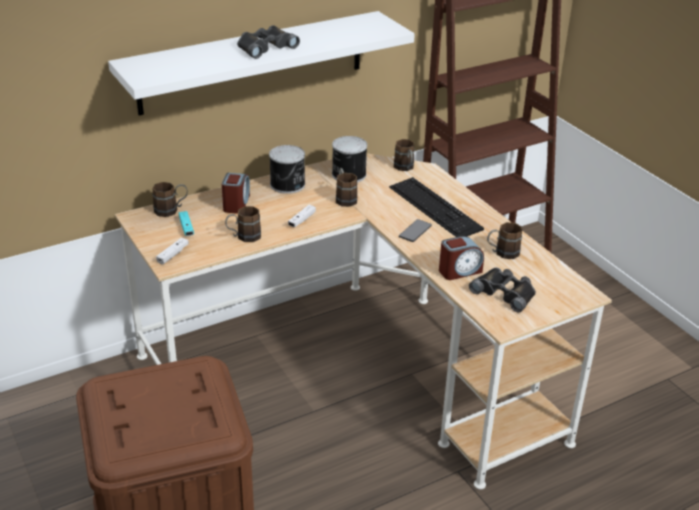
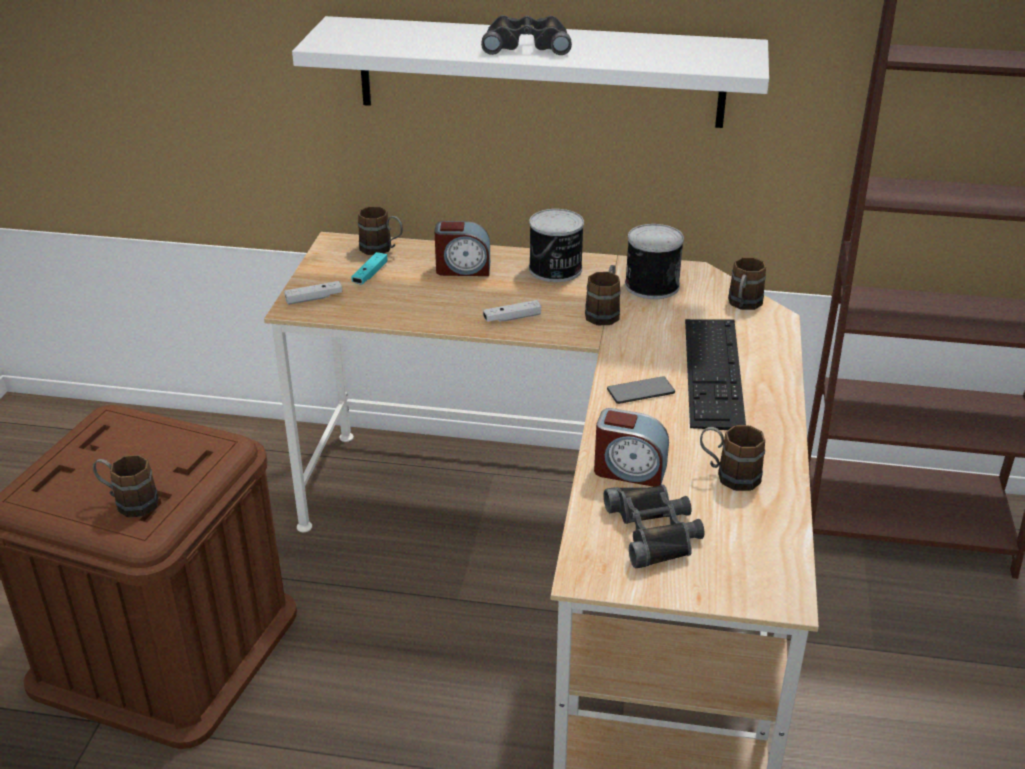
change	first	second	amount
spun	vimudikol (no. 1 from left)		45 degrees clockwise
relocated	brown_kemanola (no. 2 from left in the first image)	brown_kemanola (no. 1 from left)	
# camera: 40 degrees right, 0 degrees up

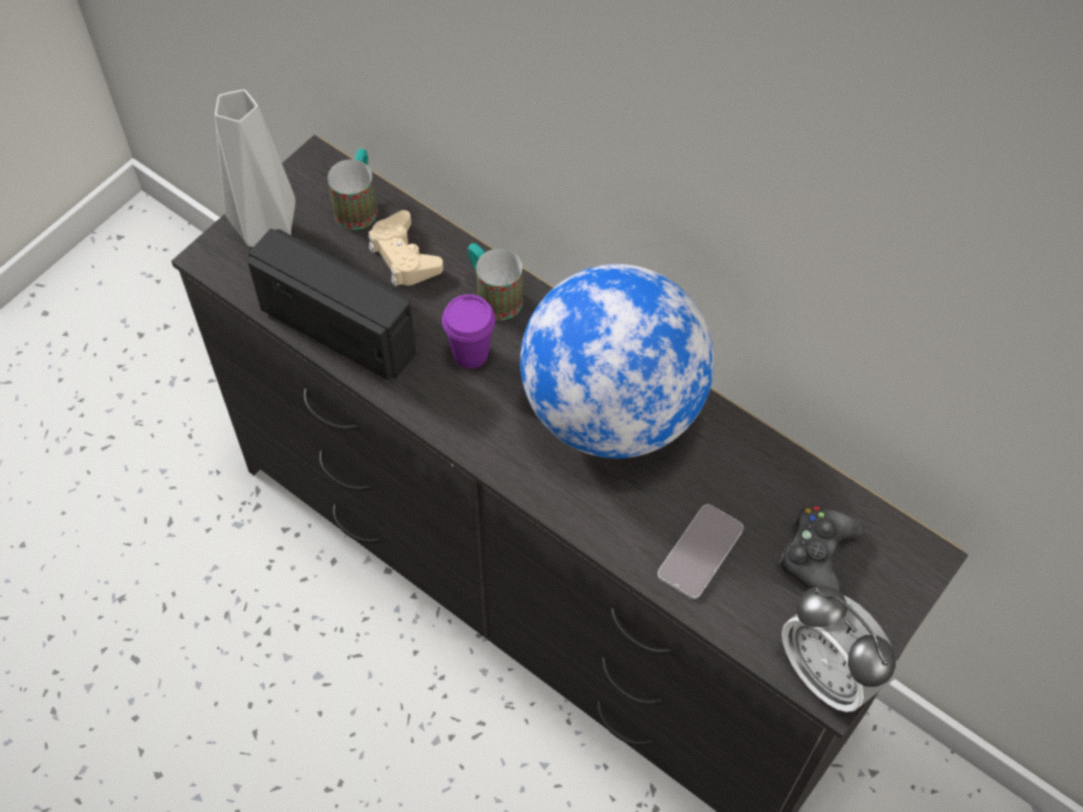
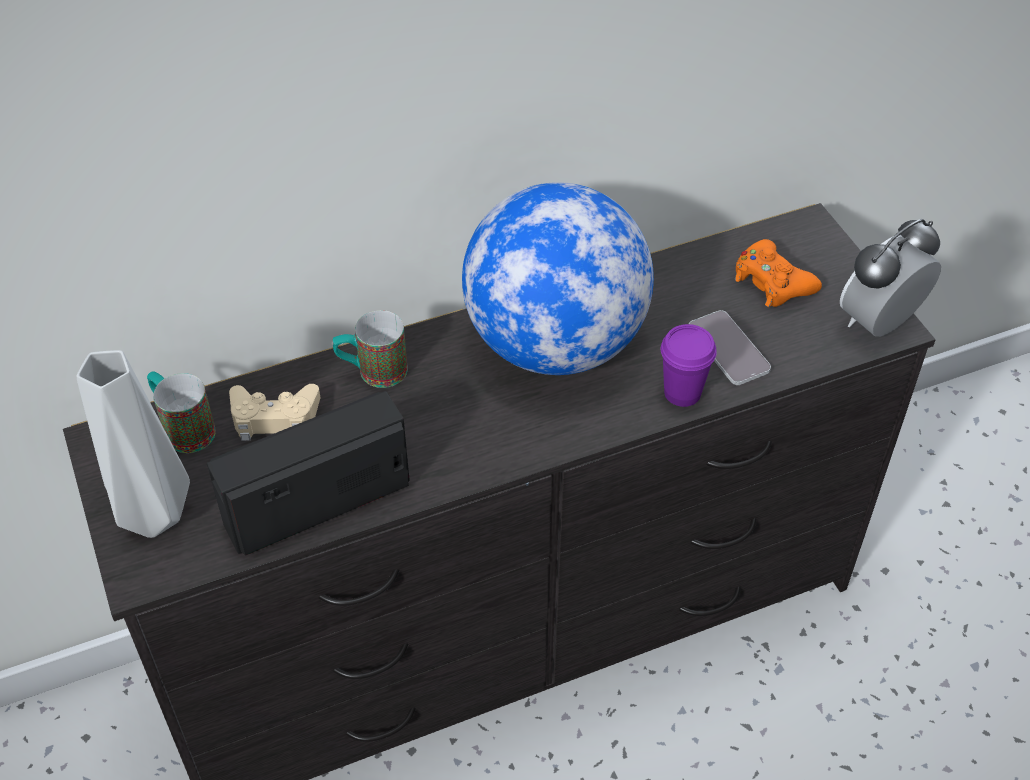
change	first	second	amount
relocated	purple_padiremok		
colour	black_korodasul	orange_korodasul	
spun	vimudikol		150 degrees clockwise
# camera: 60 degrees left, 10 degrees down

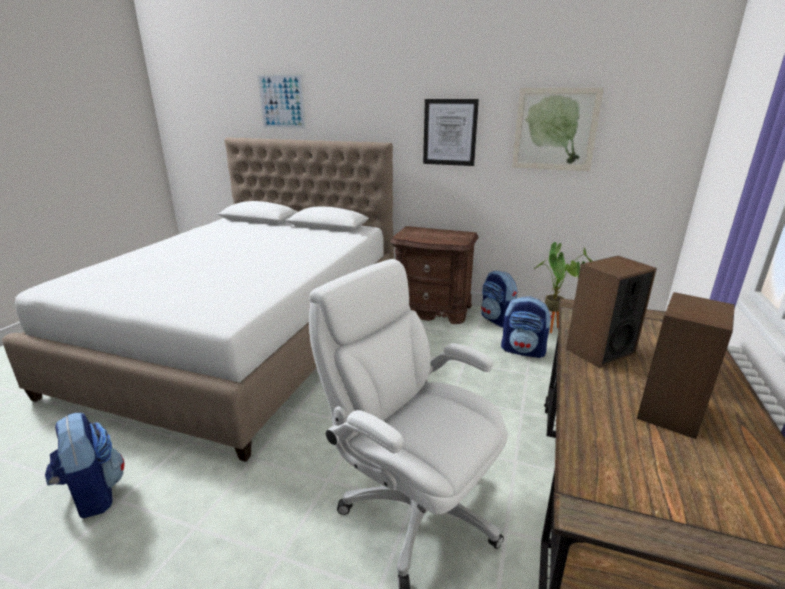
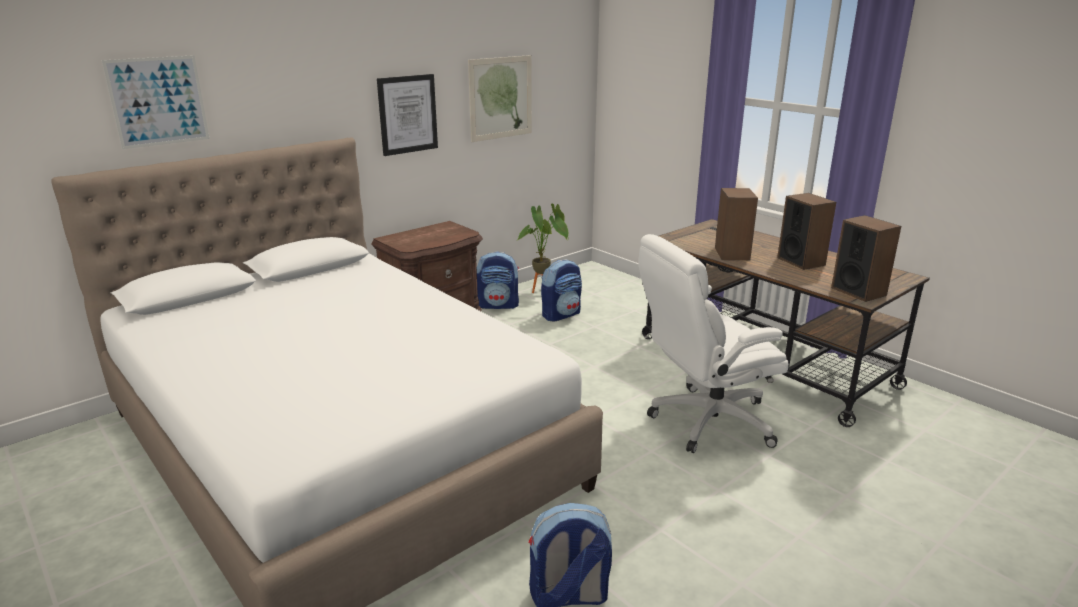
change	first	second	amount
appeared		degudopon (no. 3 from left)	
# camera: 60 degrees left, 0 degrees up

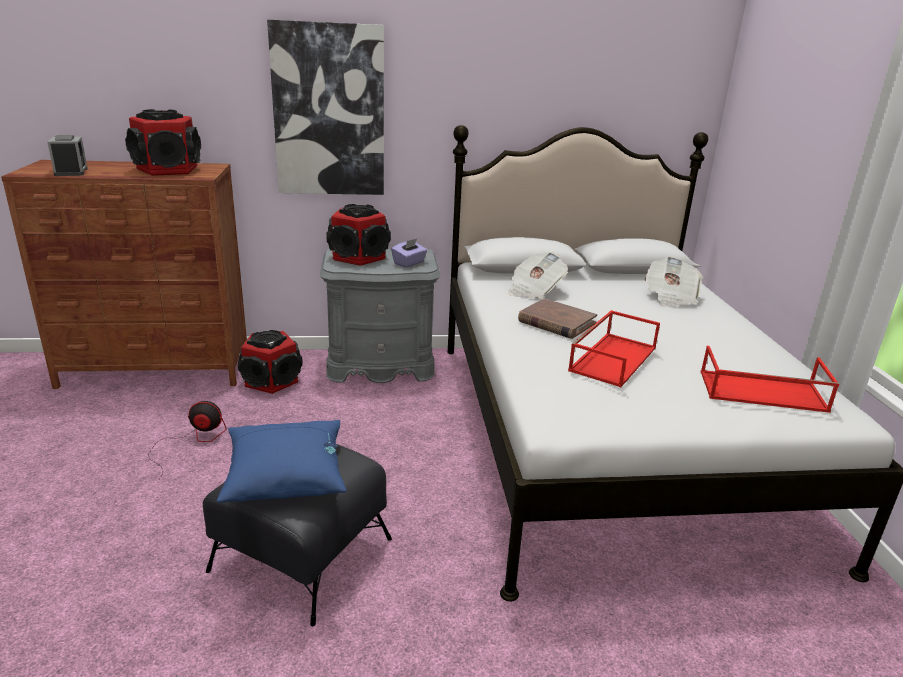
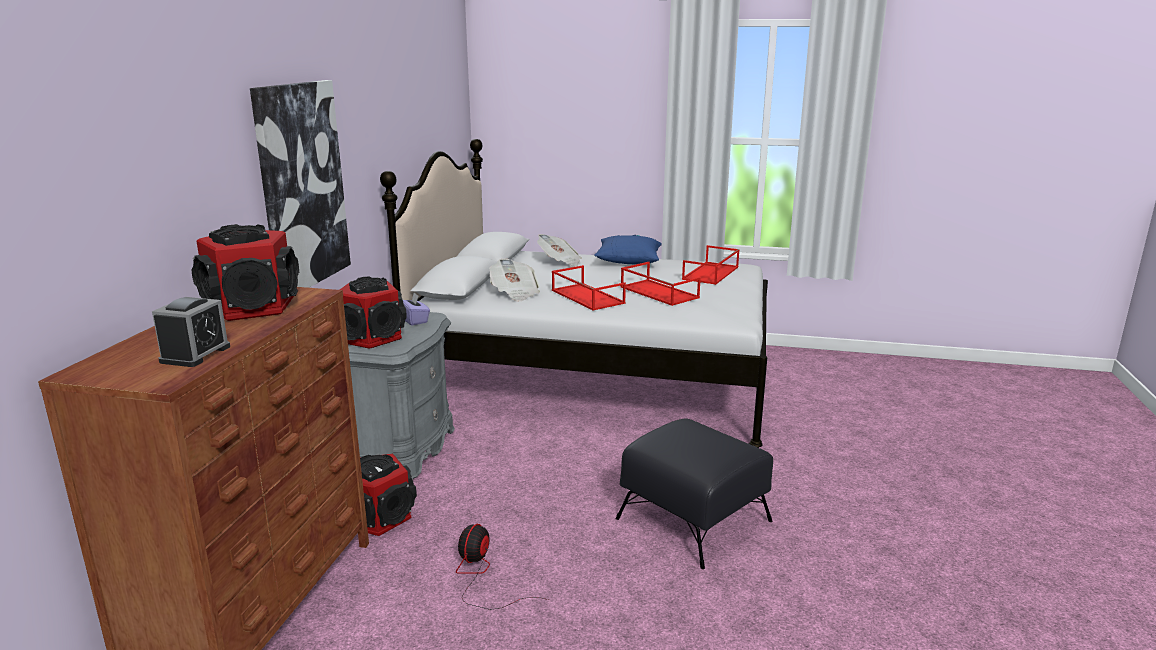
change	first	second	amount
spun	vimudikol		105 degrees clockwise
exchanged	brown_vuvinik	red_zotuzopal (no. 1 from left)	
relocated	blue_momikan		
# camera: 70 degrees left, 5 degrees down

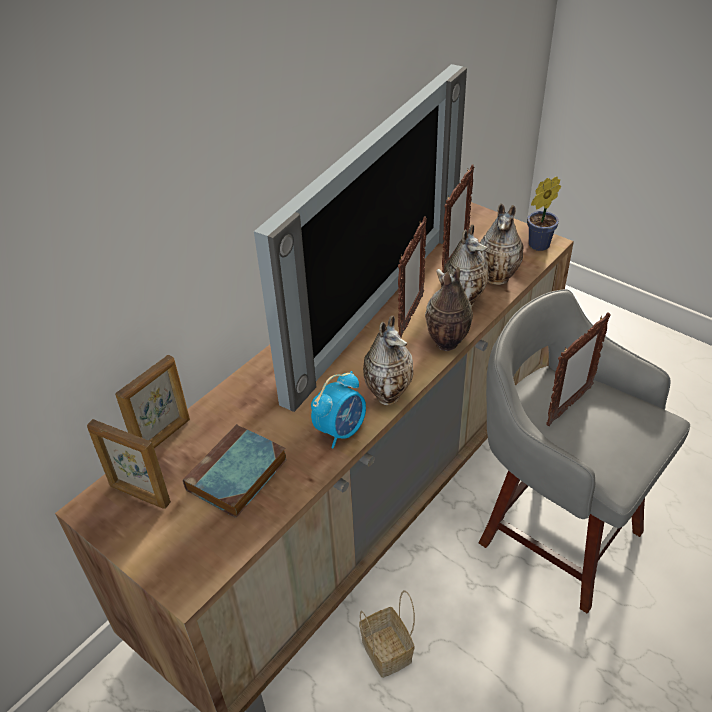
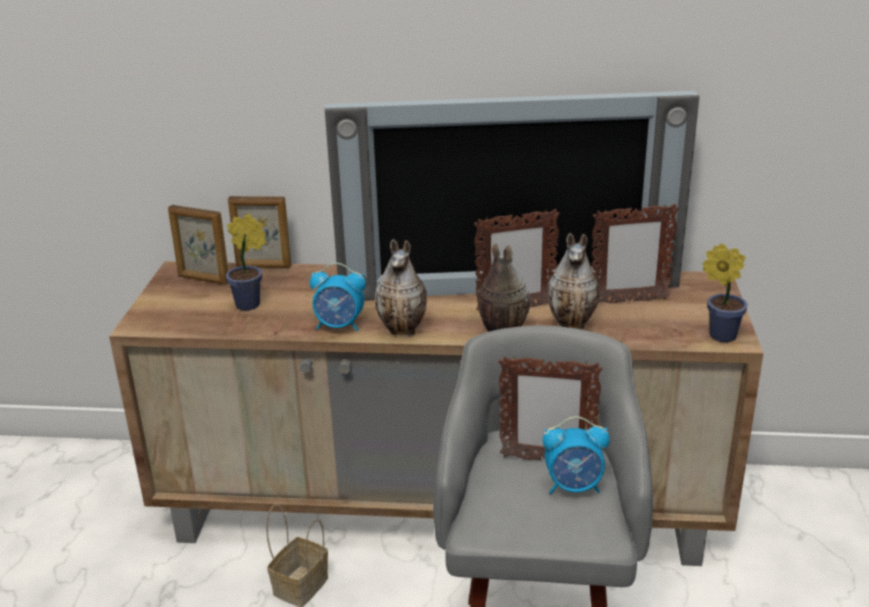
change	first	second	amount
missing	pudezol (no. 4 from left)		
spun	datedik (no. 1 from left)		60 degrees counterclockwise
exchanged	vuvinik	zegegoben (no. 1 from left)	
appeared		vimudikol (no. 2 from left)	
# camera: 55 degrees right, 15 degrees down

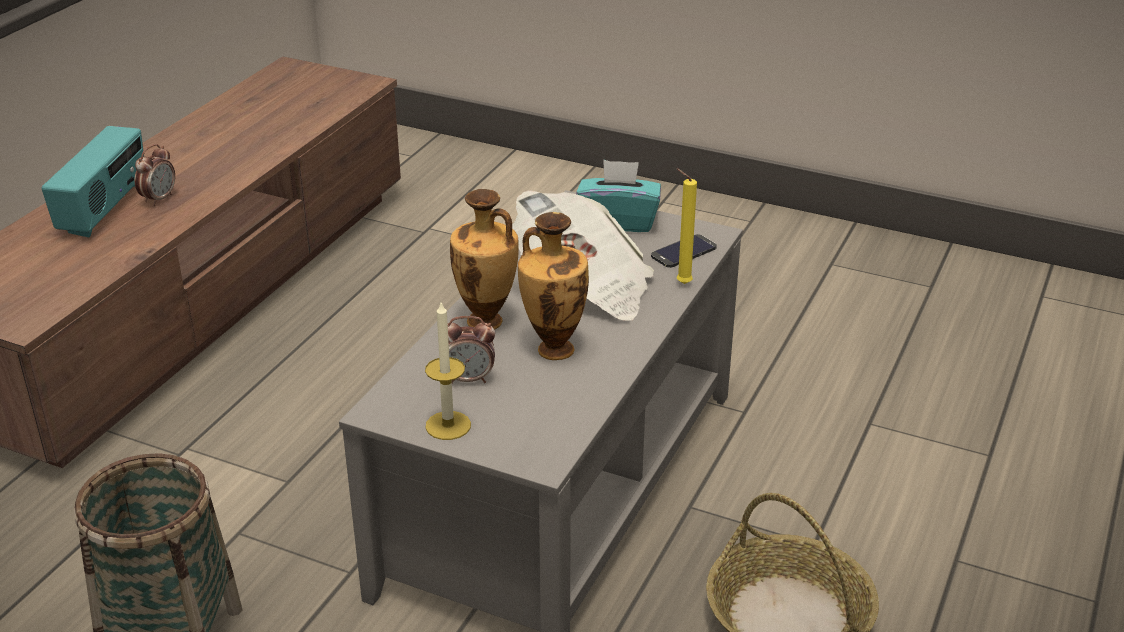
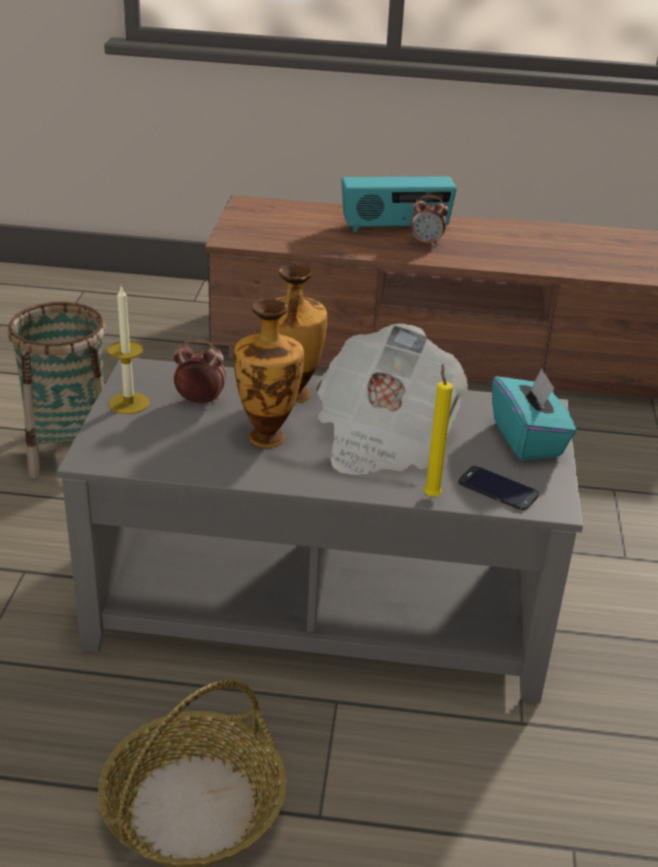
change	first	second	amount
spun	vimudikol (no. 2 from left in the first image)	vimudikol (no. 1 from left)	120 degrees clockwise
# camera: 70 degrees right, 0 degrees up

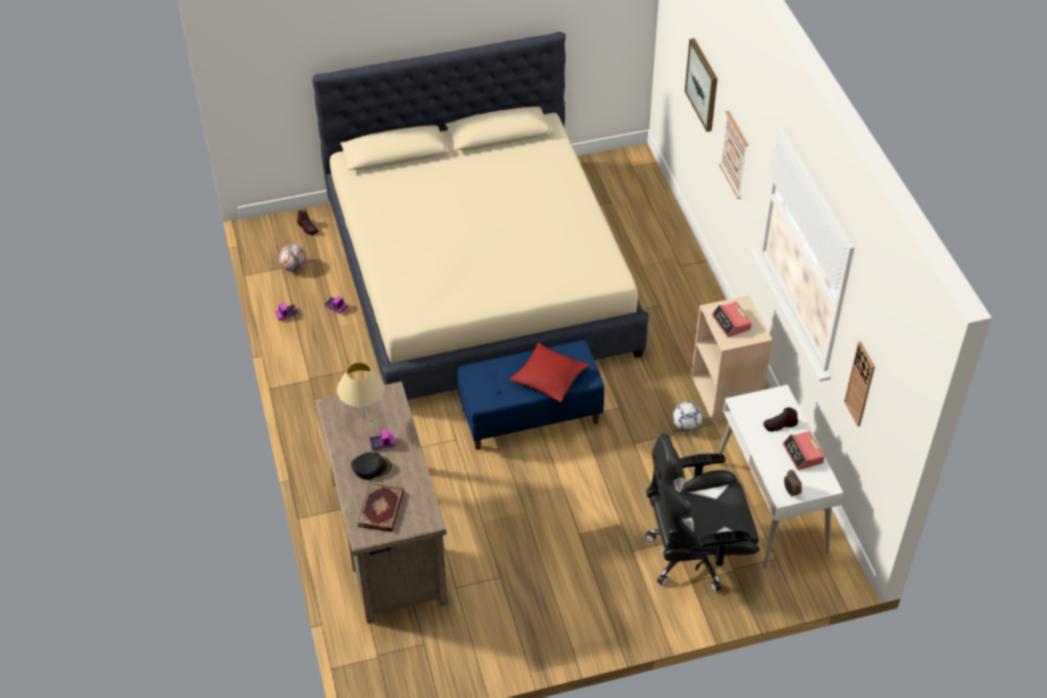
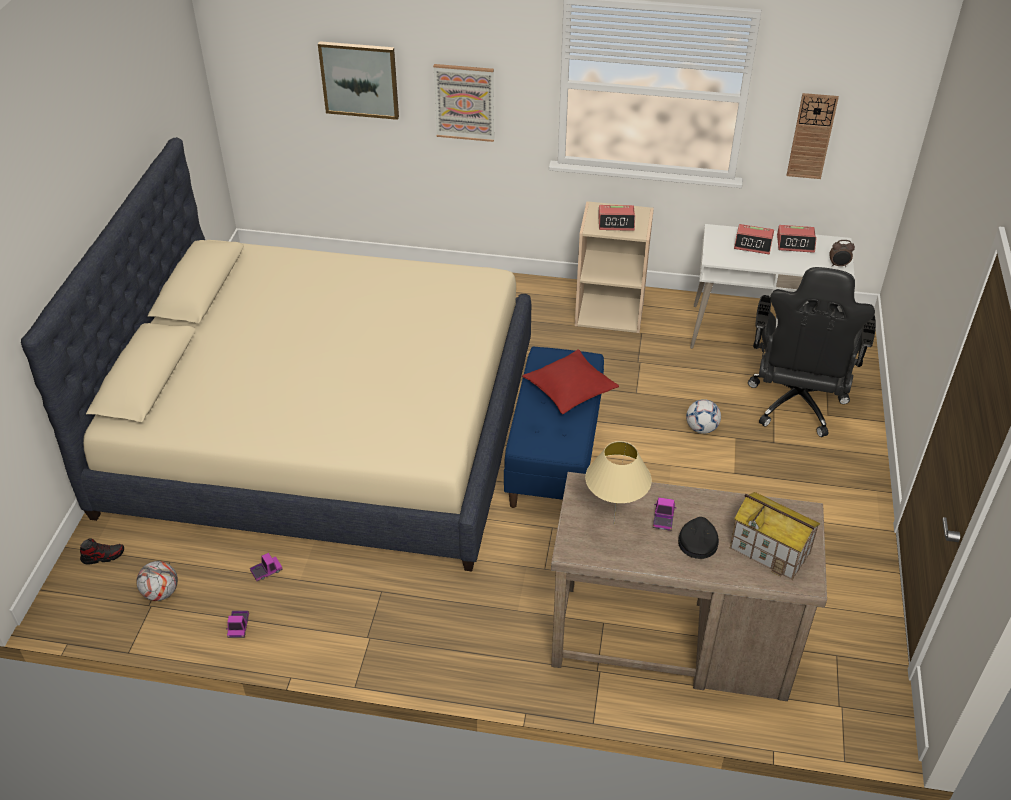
change	first	second	amount
relocated	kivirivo (no. 2 from left)		
exchanged	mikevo (no. 2 from left)	vimudikol (no. 2 from left)	
exchanged	vuvinik	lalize	
# camera: 65 degrees left, 5 degrees down

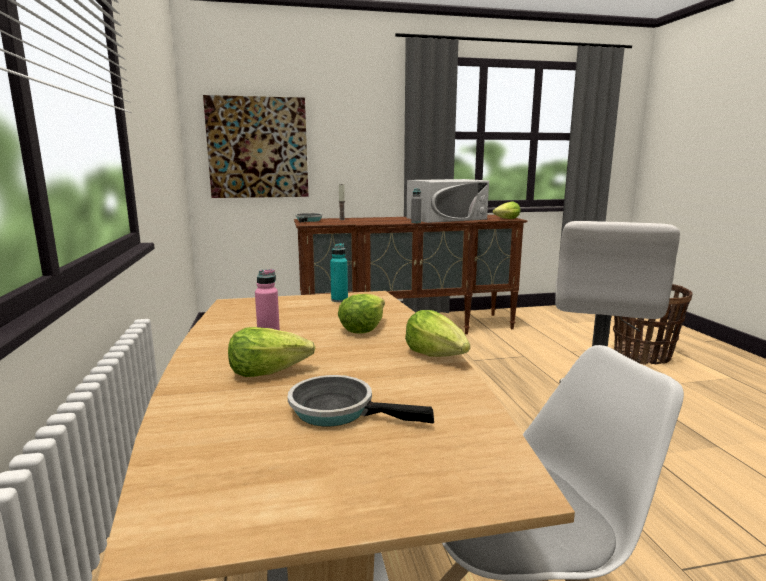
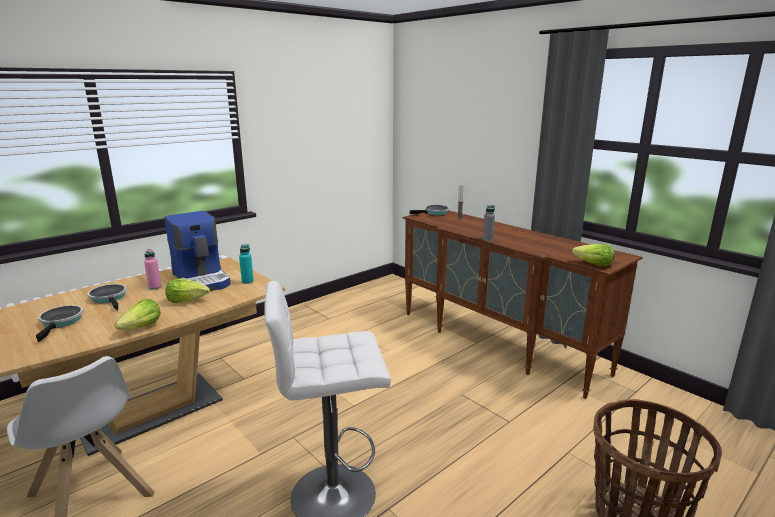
change	first	second	amount
missing	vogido		
missing	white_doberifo		
exchanged	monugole (no. 1 from left)	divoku (no. 2 from left)	
appeared		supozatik	
# camera: 60 degrees right, 5 degrees up

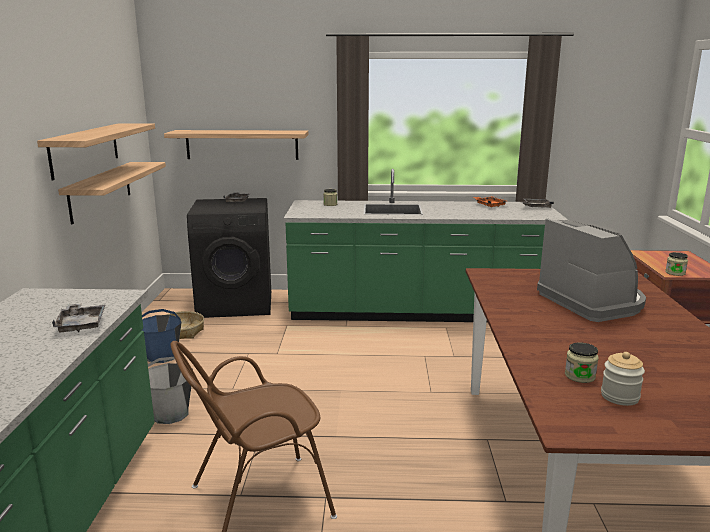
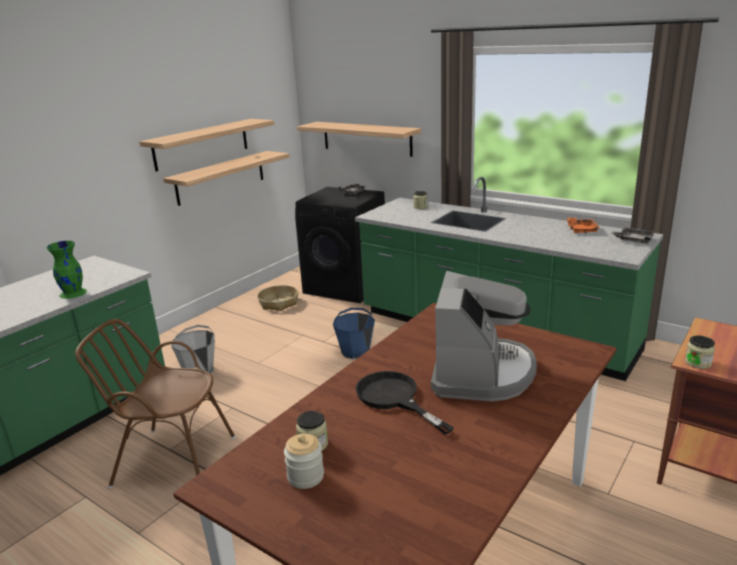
change	first	second	amount
exchanged	grey_zotuzopal (no. 1 from left)	green_pudezol	
relocated	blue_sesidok		
appeared		black_divoku	
# camera: 35 degrees right, 5 degrees up

